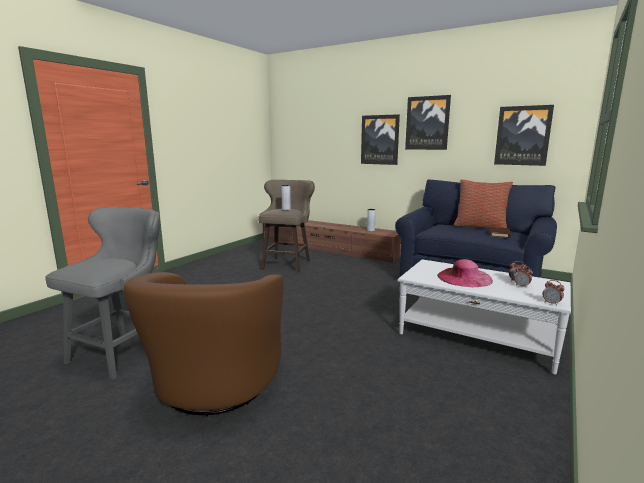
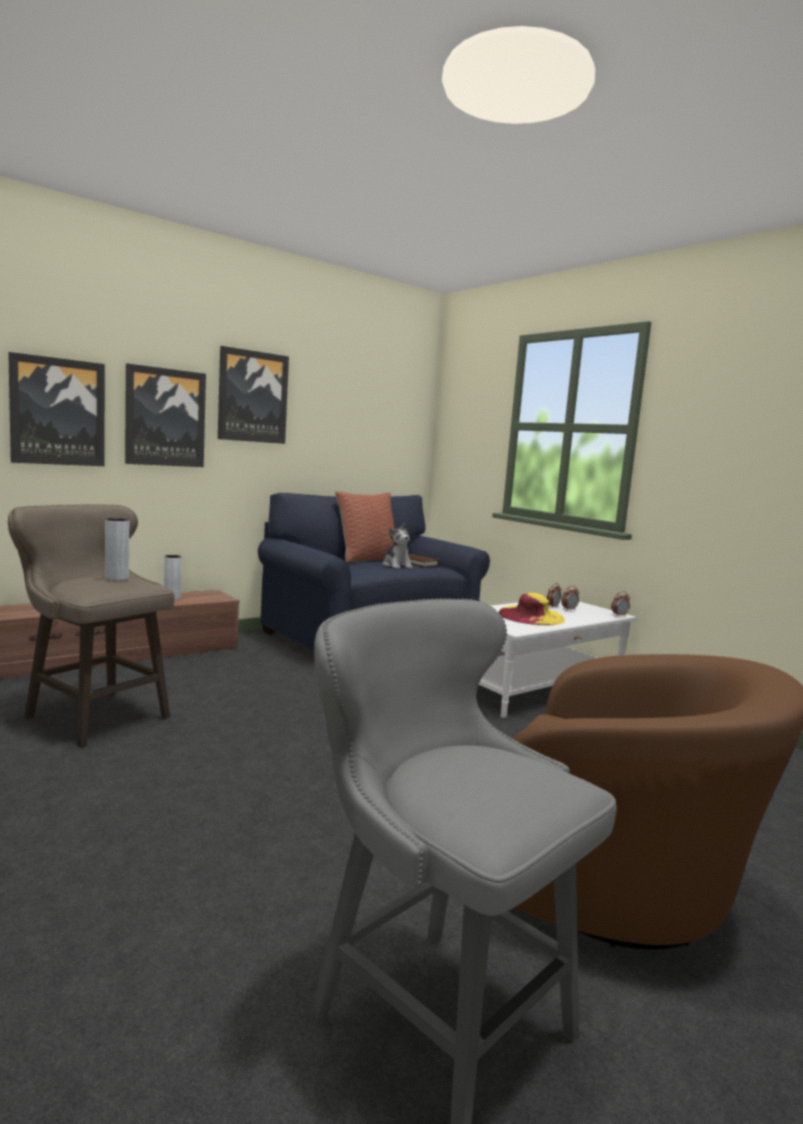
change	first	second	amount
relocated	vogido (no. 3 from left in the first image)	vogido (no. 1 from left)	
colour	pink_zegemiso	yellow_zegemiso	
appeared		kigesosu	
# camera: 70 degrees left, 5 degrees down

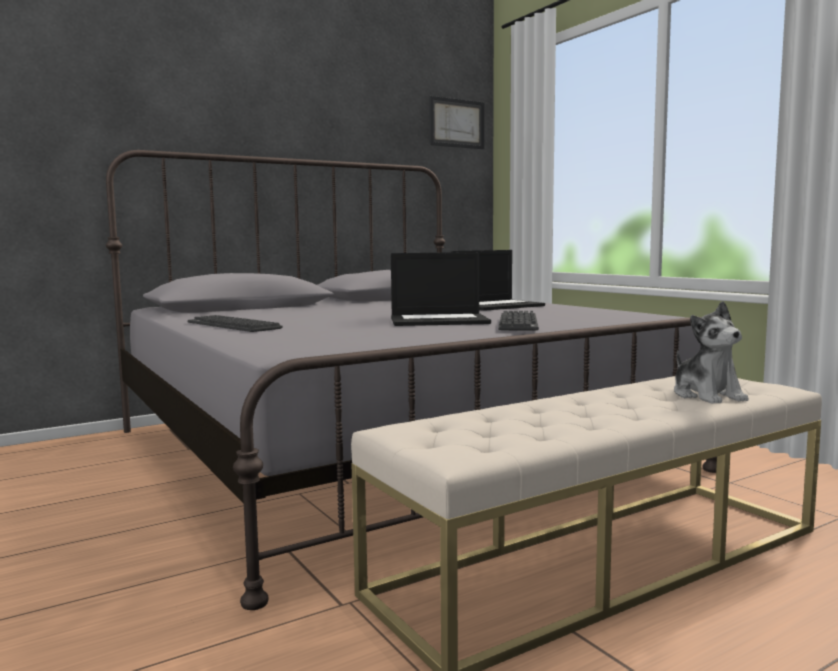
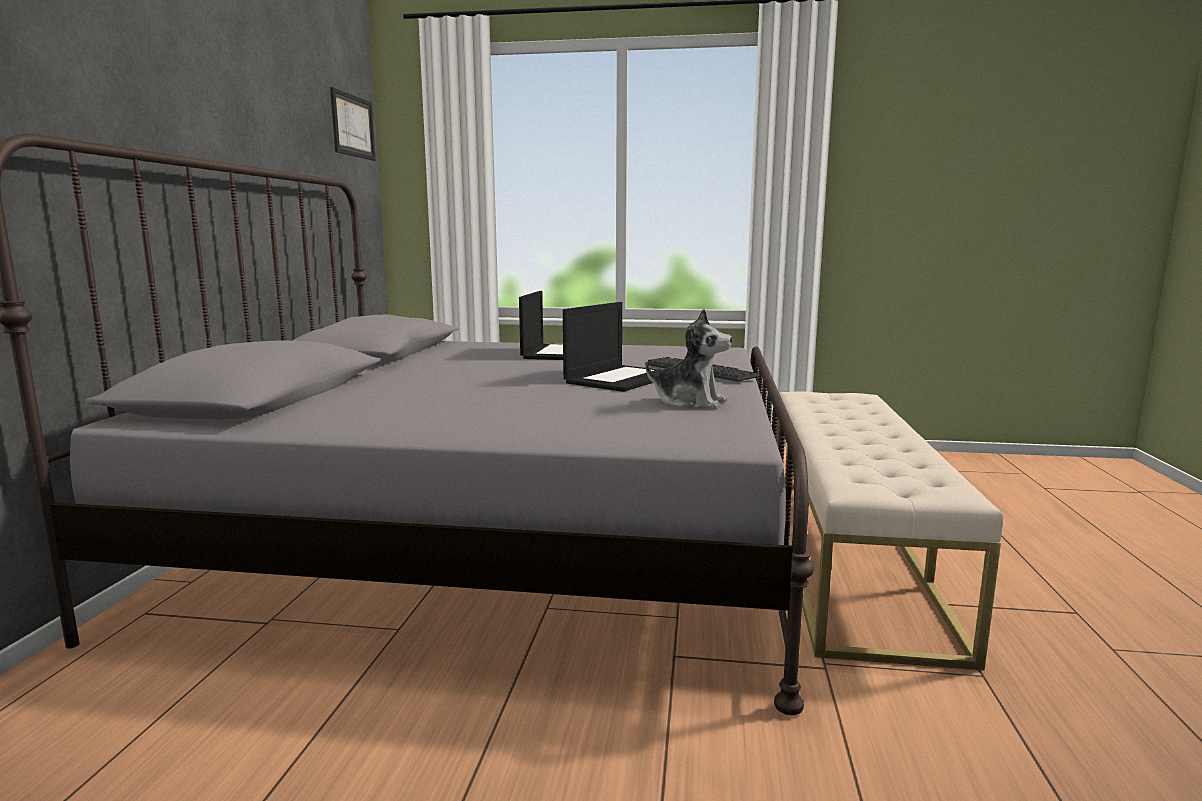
change	first	second	amount
relocated	kigesosu		
missing	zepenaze (no. 1 from left)		
# camera: 50 degrees left, 5 degrees up

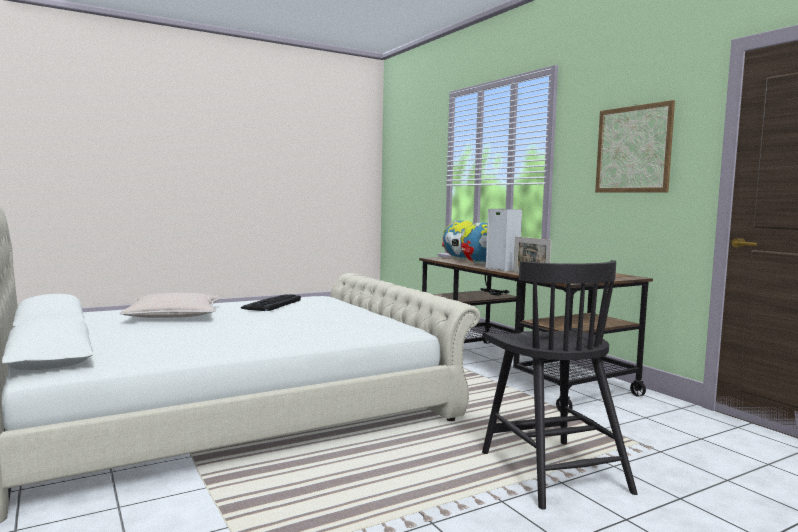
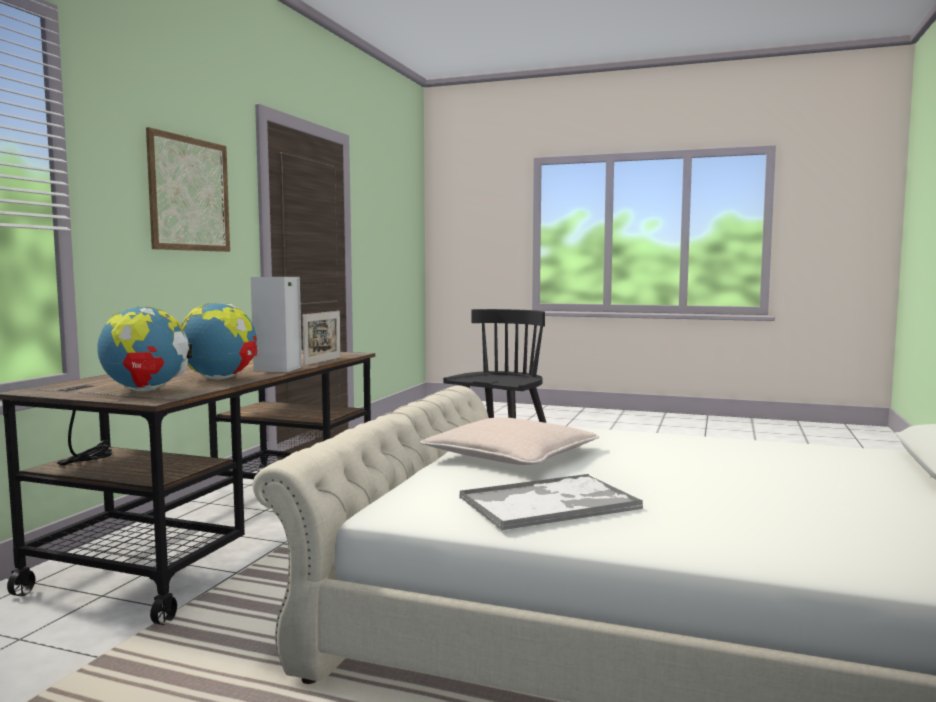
change	first	second	amount
relocated	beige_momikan		
exchanged	zepenaze	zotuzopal	
# camera: 130 degrees left, 0 degrees up

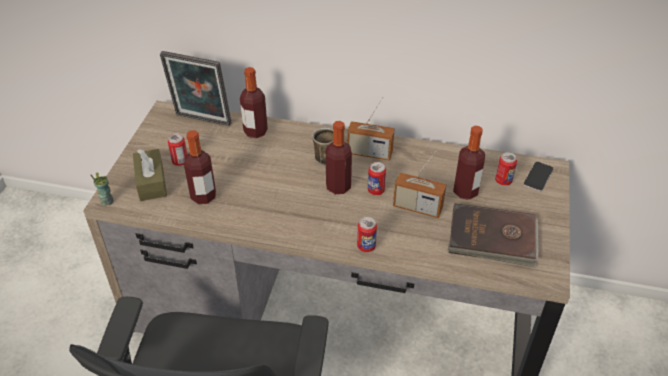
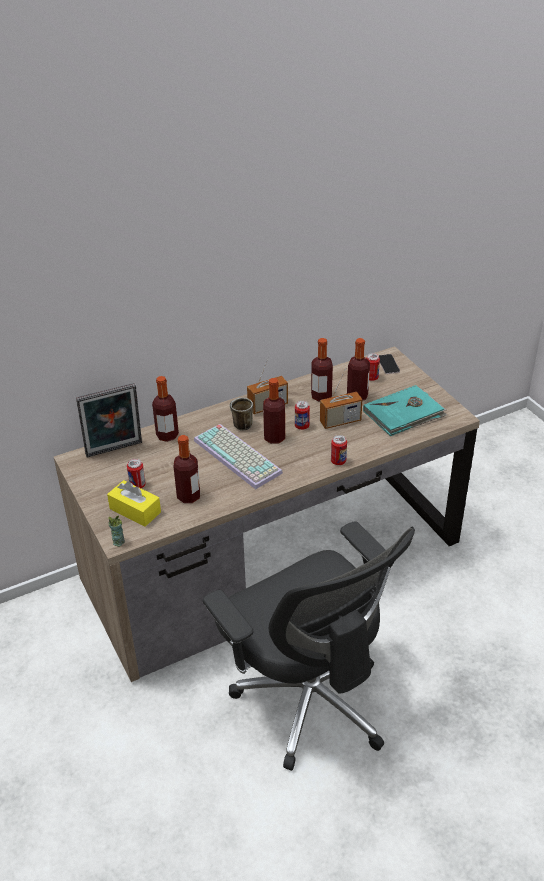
change	first	second	amount
colour	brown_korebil	yellow_korebil	
colour	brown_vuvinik	turquoise_vuvinik	
appeared		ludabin (no. 4 from left)	
appeared		zepenaze	
# camera: 40 degrees left, 5 degrees down

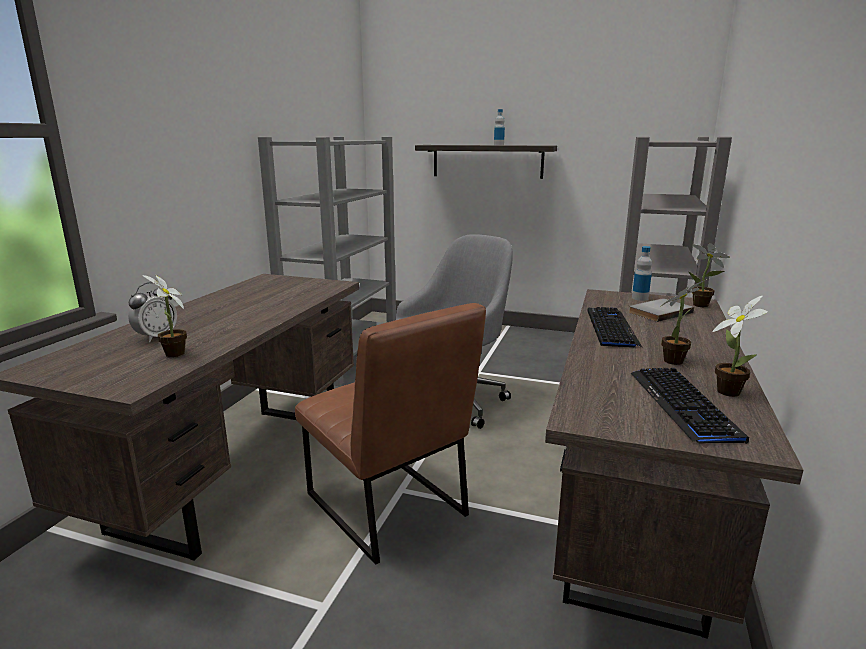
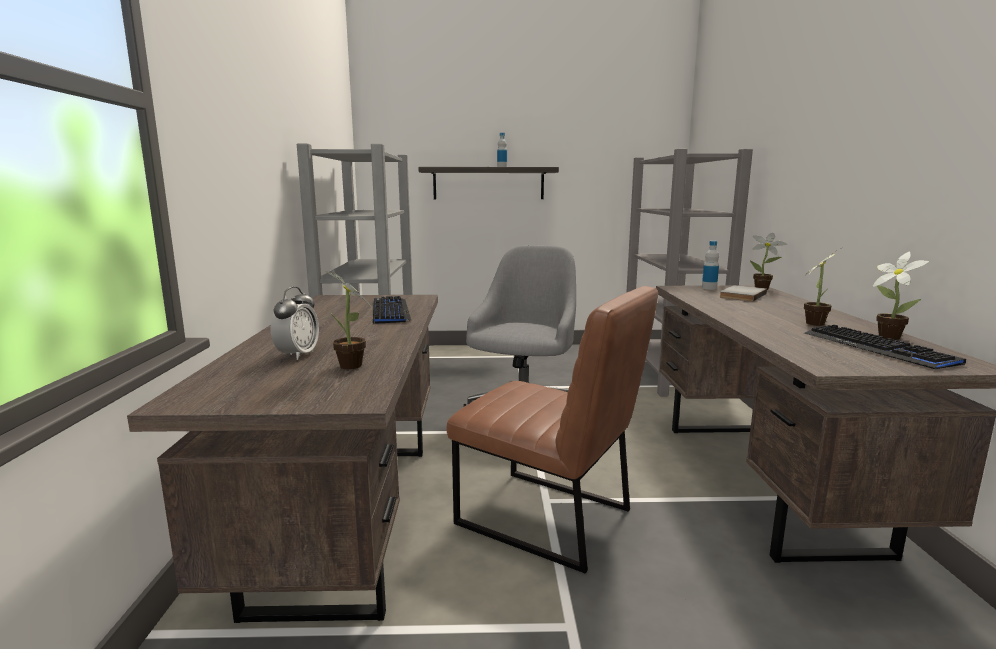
change	first	second	amount
relocated	zepenaze (no. 1 from left)		
# camera: 20 degrees left, 5 degrees down

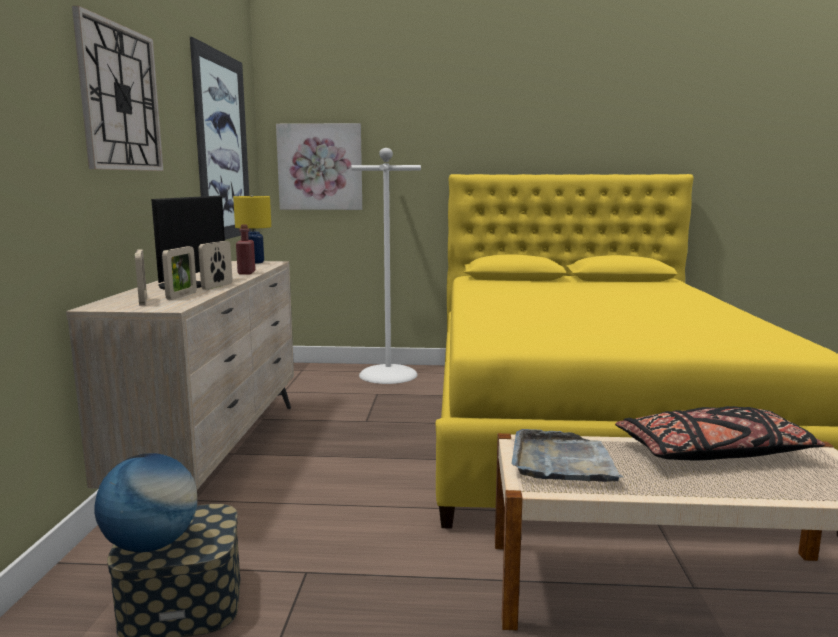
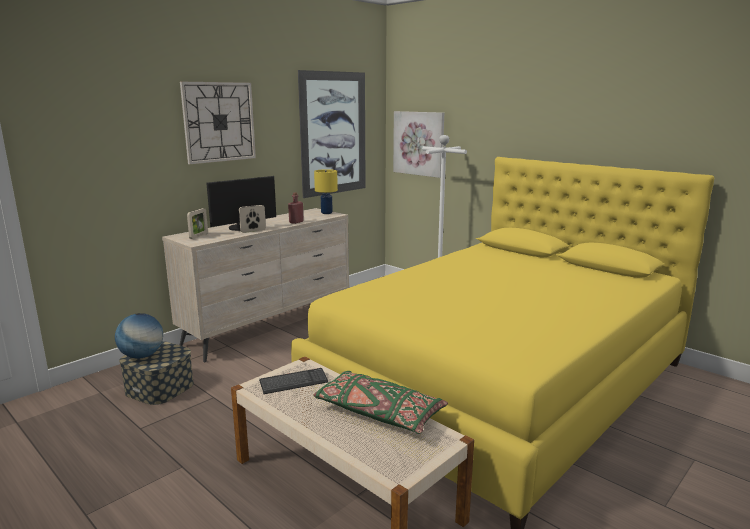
change	first	second	amount
missing	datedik (no. 2 from left)		
colour	black_momikan	green_momikan	
exchanged	grey_zotuzopal	zepenaze	
# camera: 40 degrees right, 5 degrees up

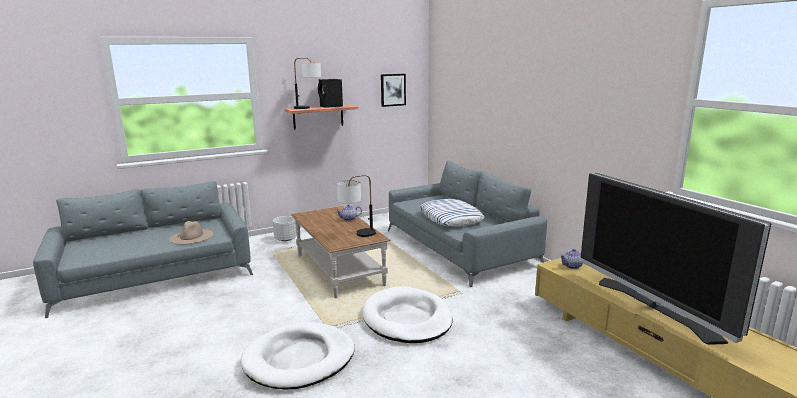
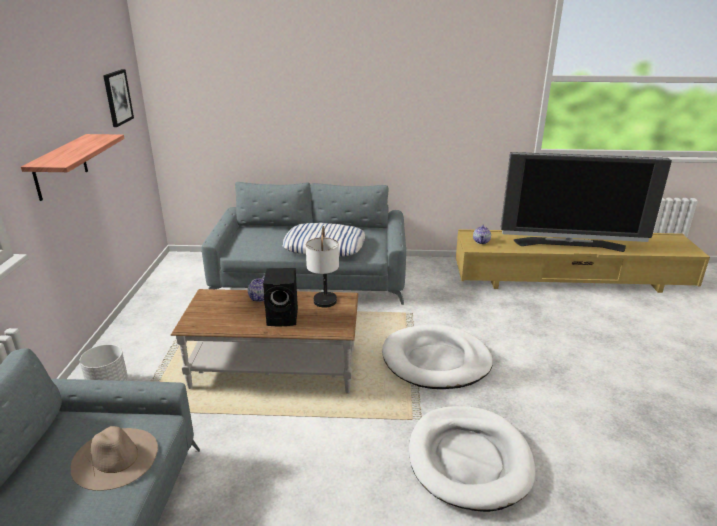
change	first	second	amount
missing	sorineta (no. 1 from left)		
relocated	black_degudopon		
# camera: 60 degrees left, 10 degrees up

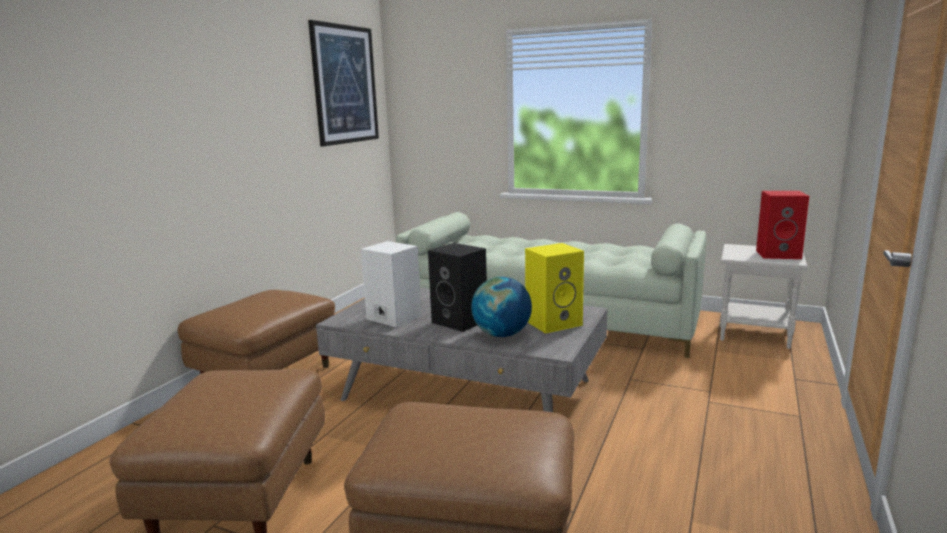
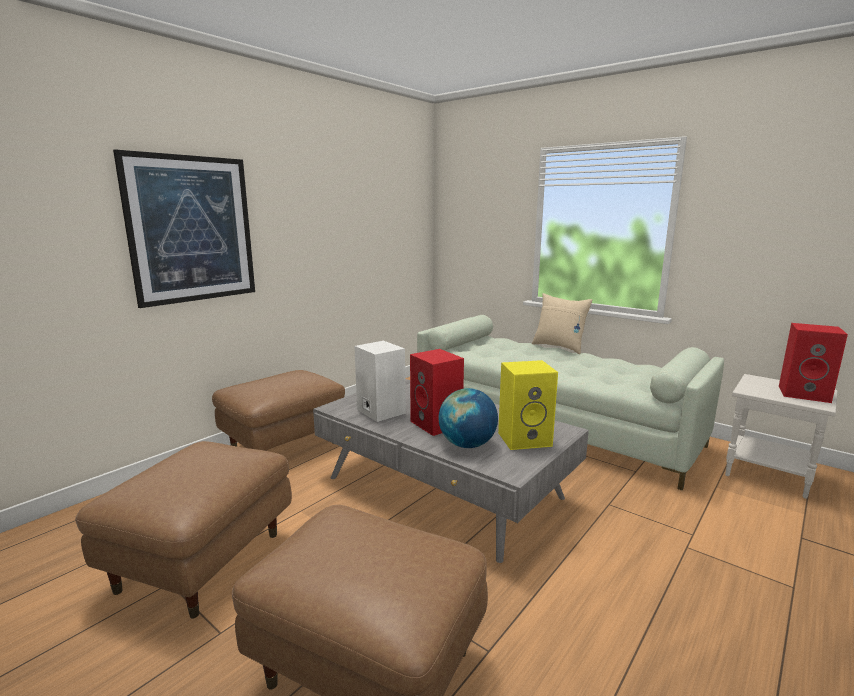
change	first	second	amount
relocated	vogido		
colour	black_degudopon	red_degudopon (no. 1 from left)	
appeared		beige_momikan	
# camera: 15 degrees right, 0 degrees up

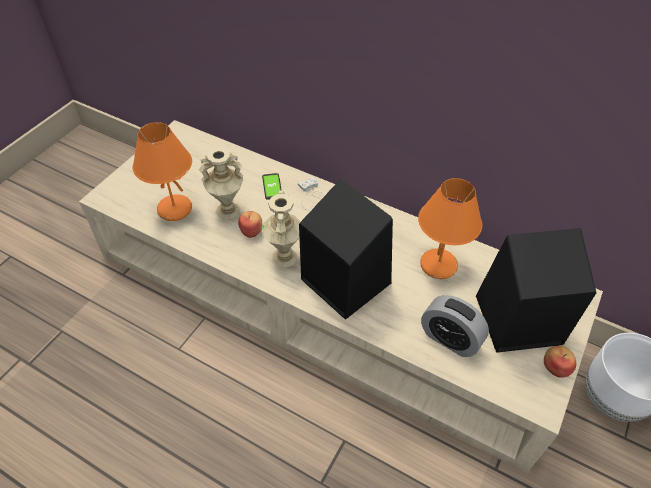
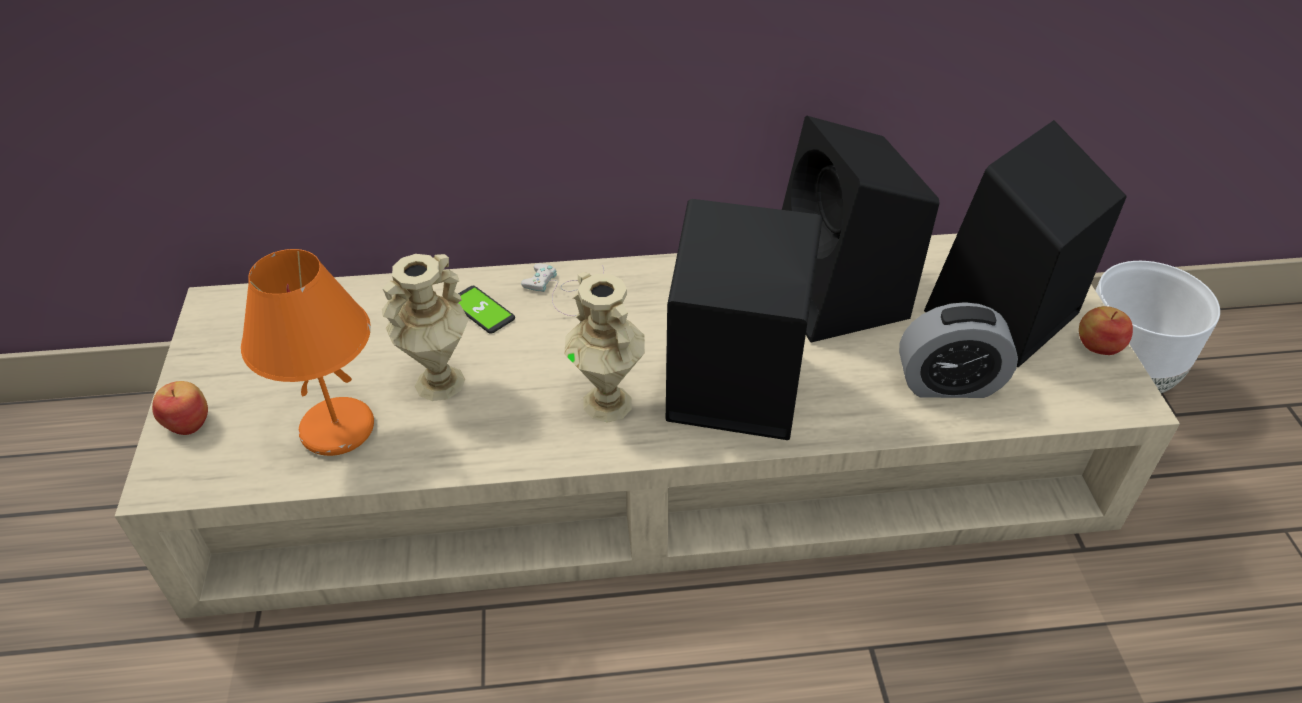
change	first	second	amount
exchanged	orange_sorineta (no. 2 from left)	black_degudopon (no. 2 from left)	
relocated	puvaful (no. 1 from left)		
# camera: 35 degrees left, 5 degrees down

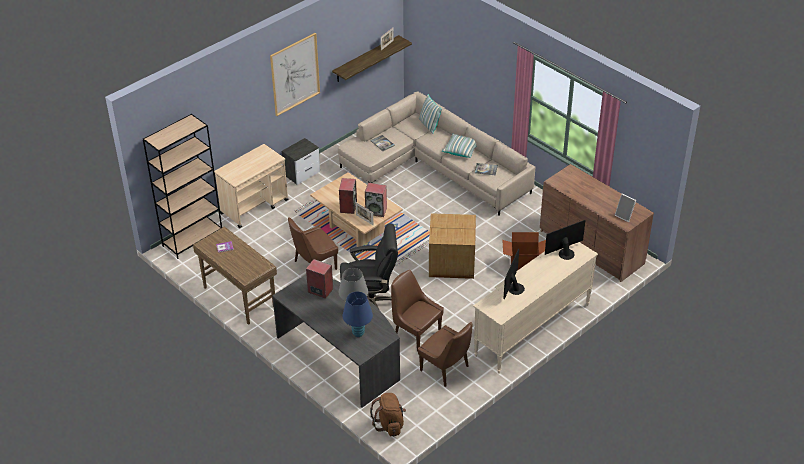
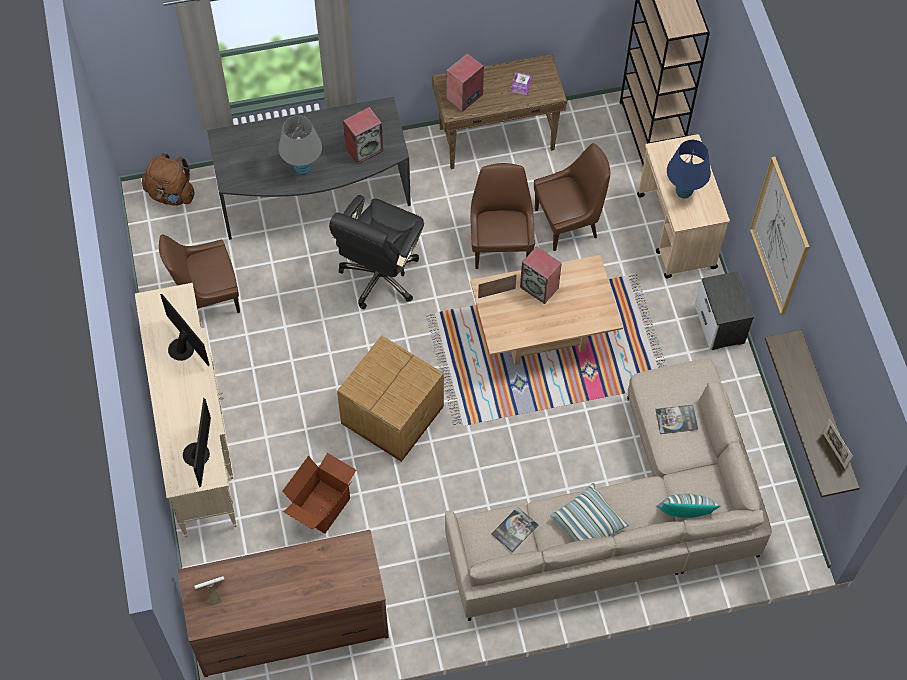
change	first	second	amount
relocated	degudopon (no. 3 from left in the first image)	degudopon (no. 2 from left)	
relocated	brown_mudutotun (no. 2 from left in the first image)	brown_mudutotun (no. 3 from left)	
relocated	blue_sorineta		
# camera: 120 degrees right, 20 degrees up

